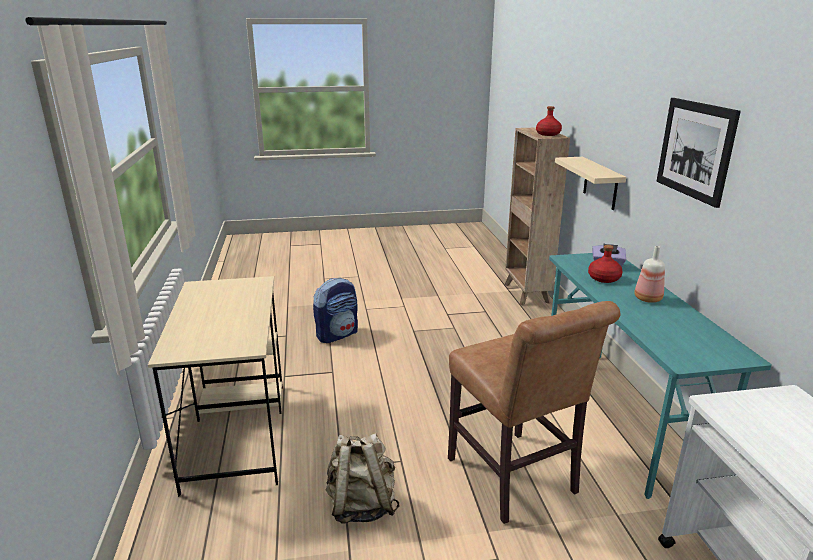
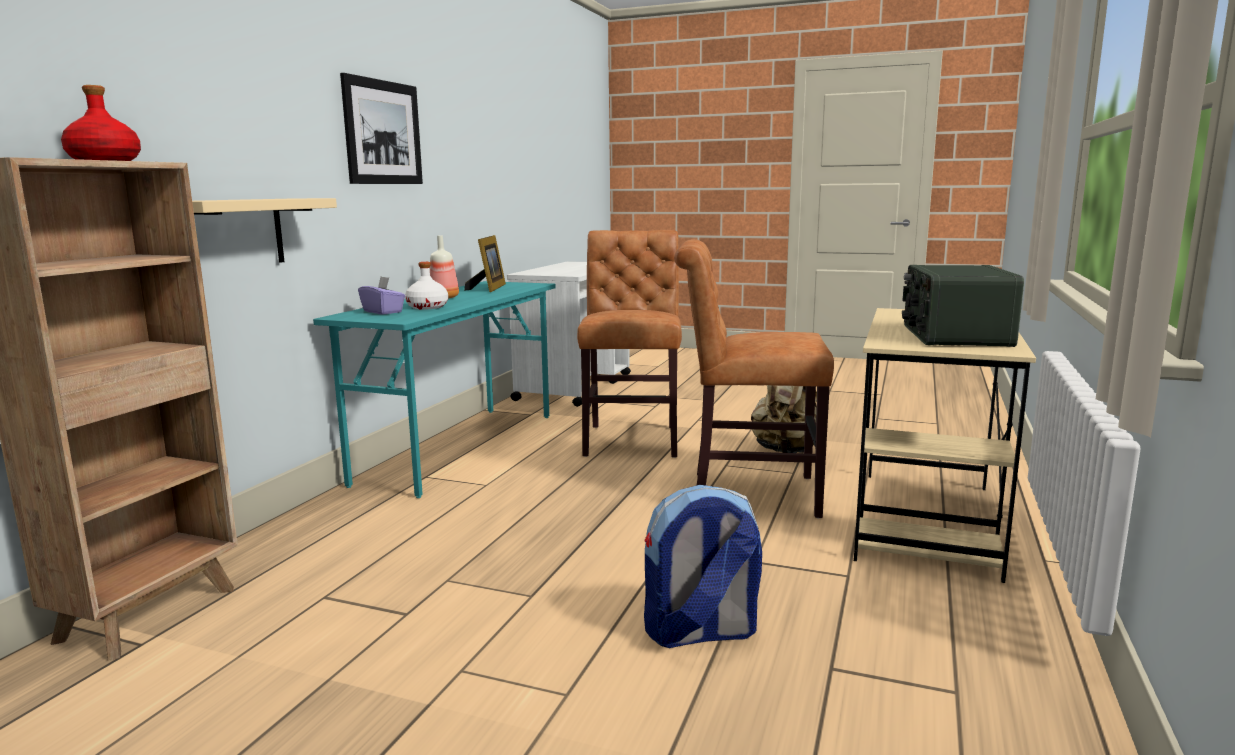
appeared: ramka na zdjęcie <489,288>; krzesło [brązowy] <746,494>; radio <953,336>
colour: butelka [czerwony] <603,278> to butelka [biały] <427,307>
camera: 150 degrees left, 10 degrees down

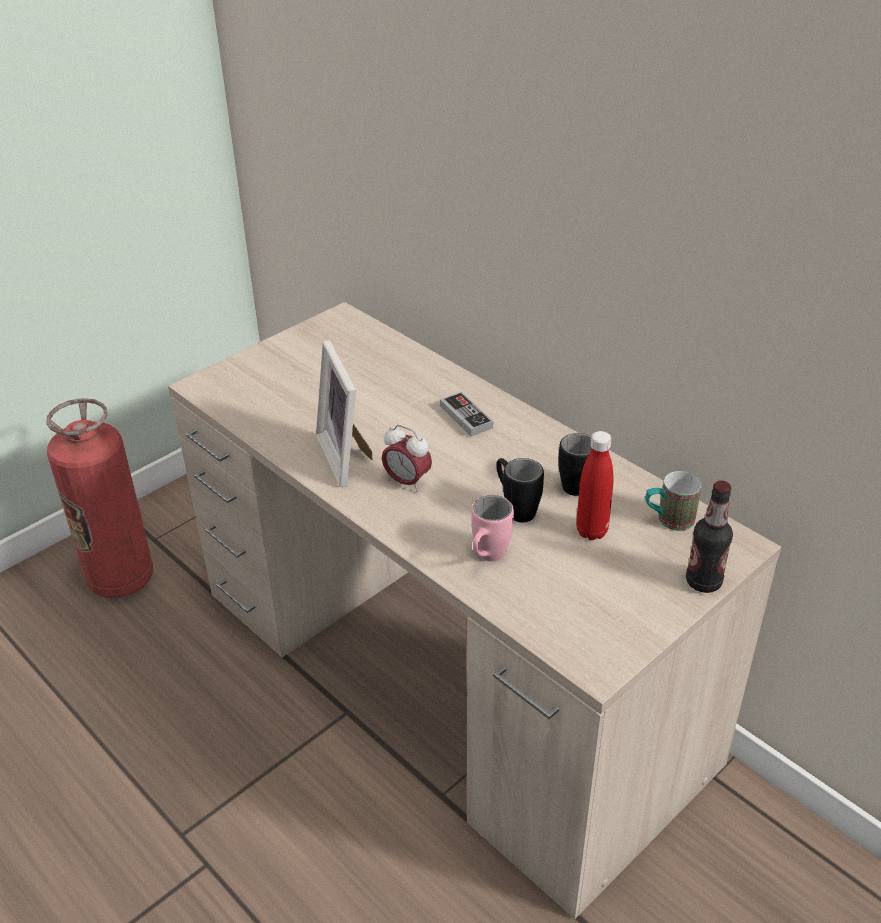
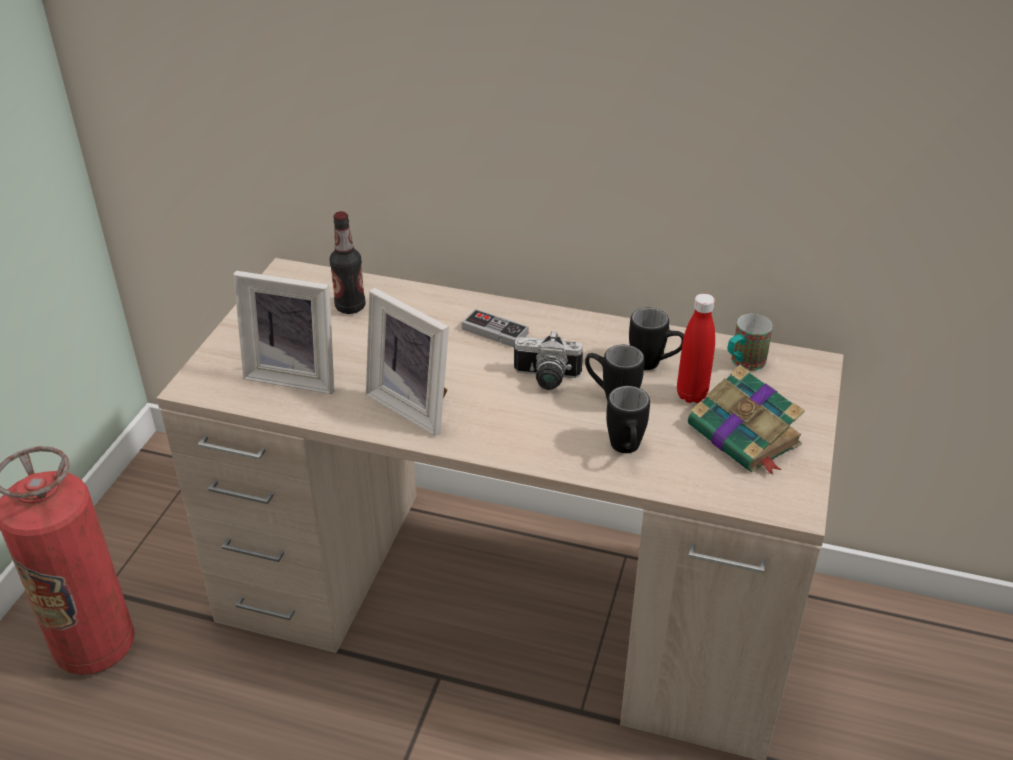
missing: budzik <407,482>
appeared: ramka na zdjęcie <295,374>; aparat fotograficzny <546,379>; książka <745,436>
relocated: butelka <703,582> to <350,307>
colour: kubek [różowy] <487,558> to kubek [czarny] <626,451>
camera: 30 degrees left, 0 degrees up

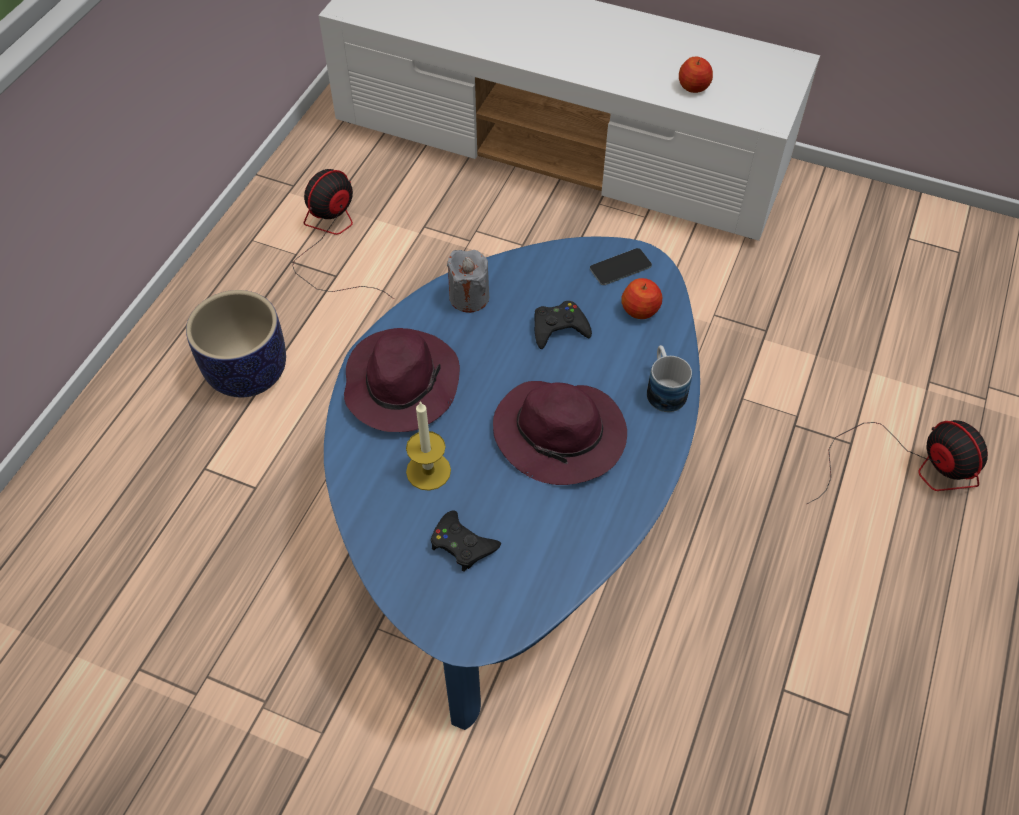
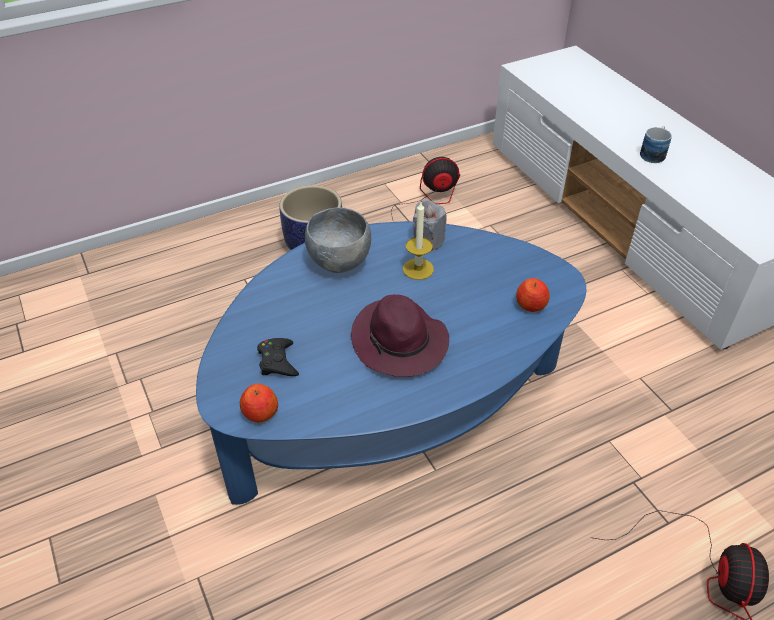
missing: pad do gier [czarny] <559,328>; telefon <620,267>
relocated: jabłko <694,87> to <260,413>; świeca <428,471> to <418,269>; kubek <663,389> to <654,153>
exchanged: kapelusz [fioletowy] <401,383> to miska [szary] <339,261>
camera: 40 degrees right, 10 degrees down

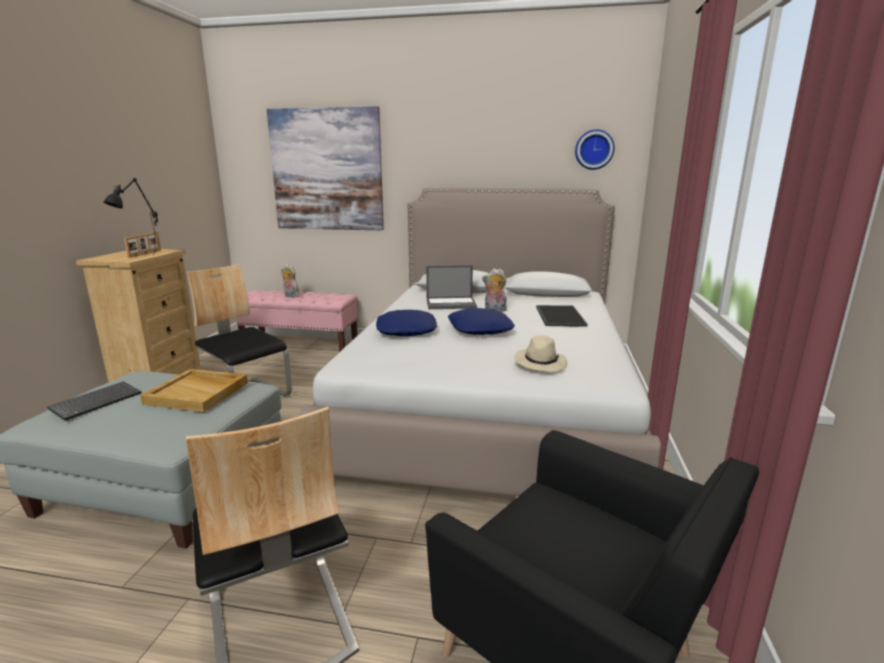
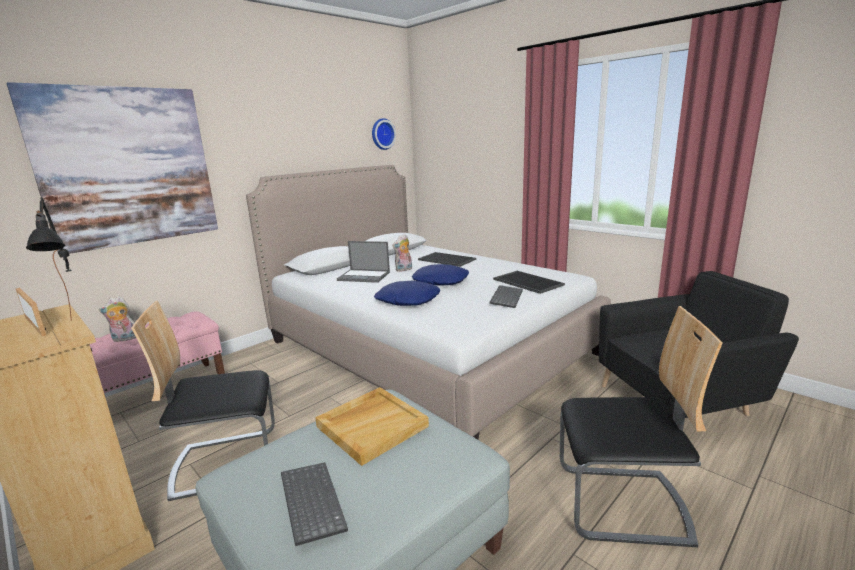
appeared: klawiatura <505,297>
exchanged: kapelusz [beżowy] <539,364> to taca <526,282>
spun: laptop <451,303> = <364,276> 75 degrees clockwise
camera: 55 degrees left, 0 degrees up

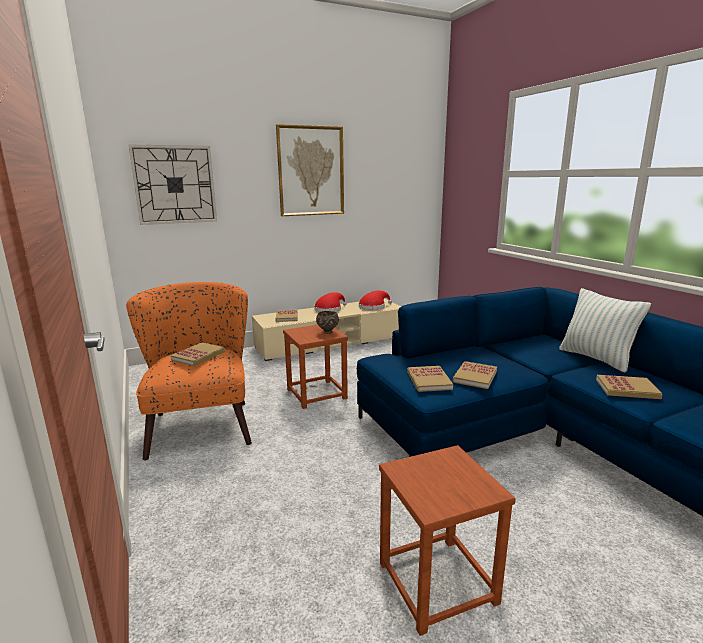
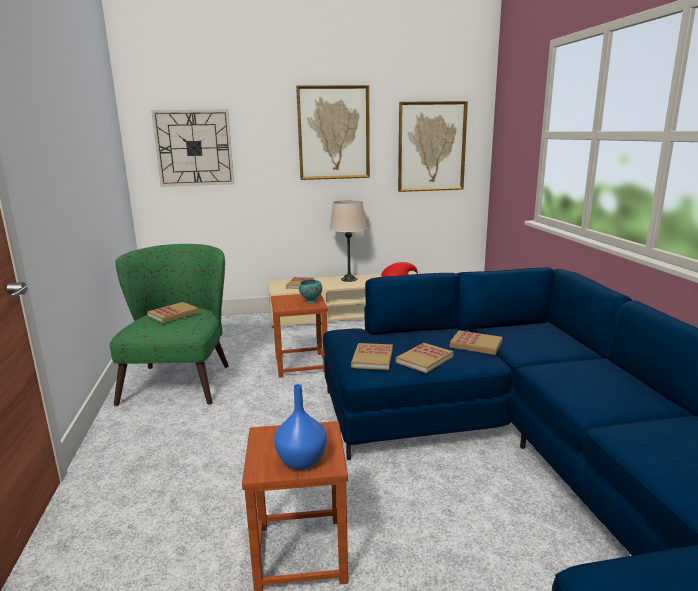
missing: poduszka <596,358>
appeared: wazon [niebieski] <301,462>; obraz <431,147>
relocated: książka <627,389> to <476,344>
exchanged: kapelusz [czerwony] <329,309> to lampa stołowa [beżowy] <349,279>
colour: fotel [pomarańczowy] <202,422> to fotel [zielony] <181,378>; miska [brązowy] <327,332> to miska [turkusowy] <310,302>
camera: 15 degrees right, 0 degrees up

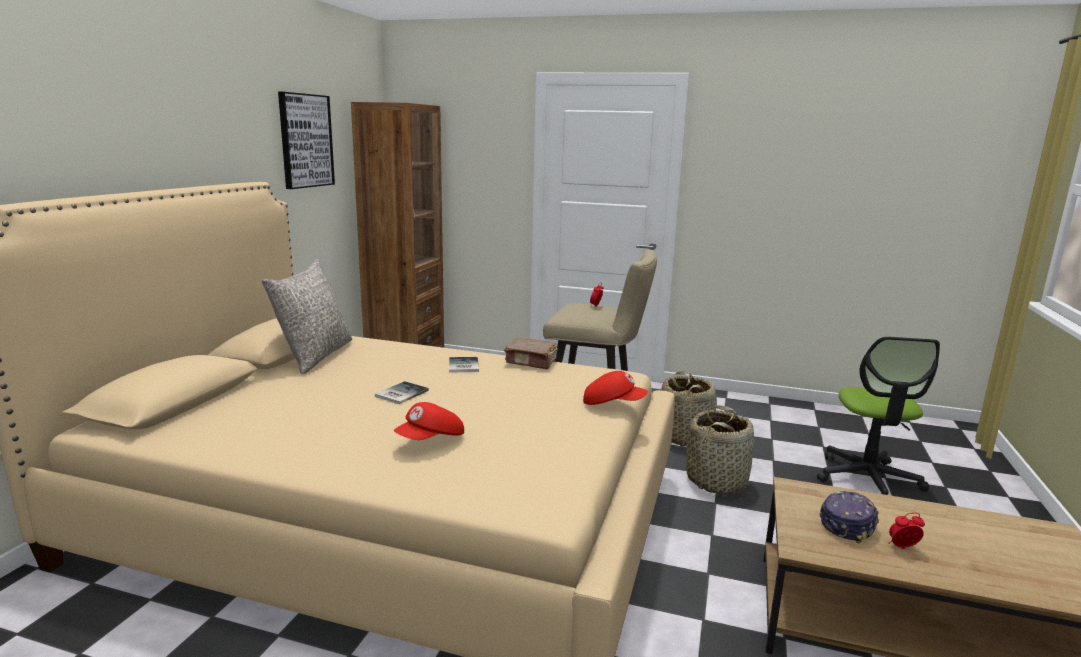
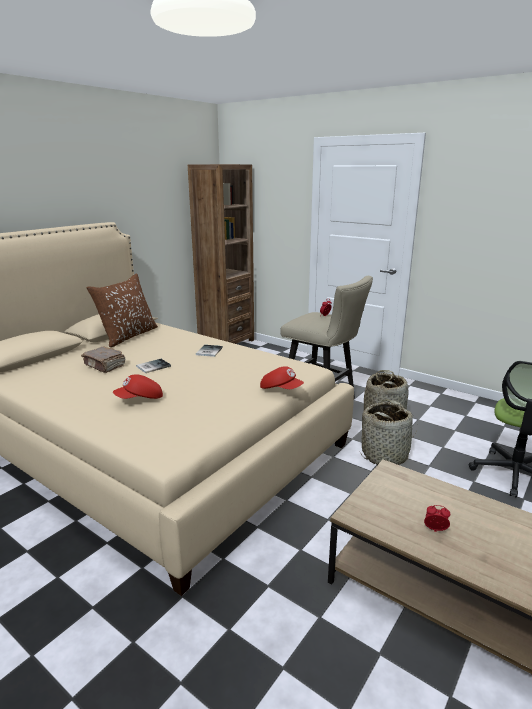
missing: obraz <305,141>; czapka z daszkiem <847,523>
relocated: książka [brązowy] <531,362> to <104,366>
colour: poduszka [szary] <315,356> to poduszka [brązowy] <128,336>
camera: 20 degrees right, 5 degrees up

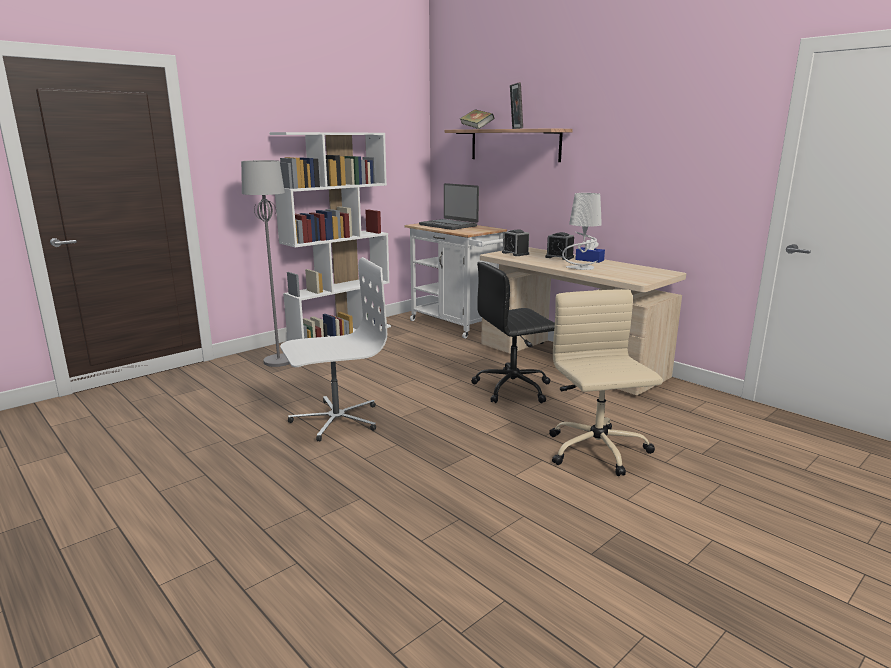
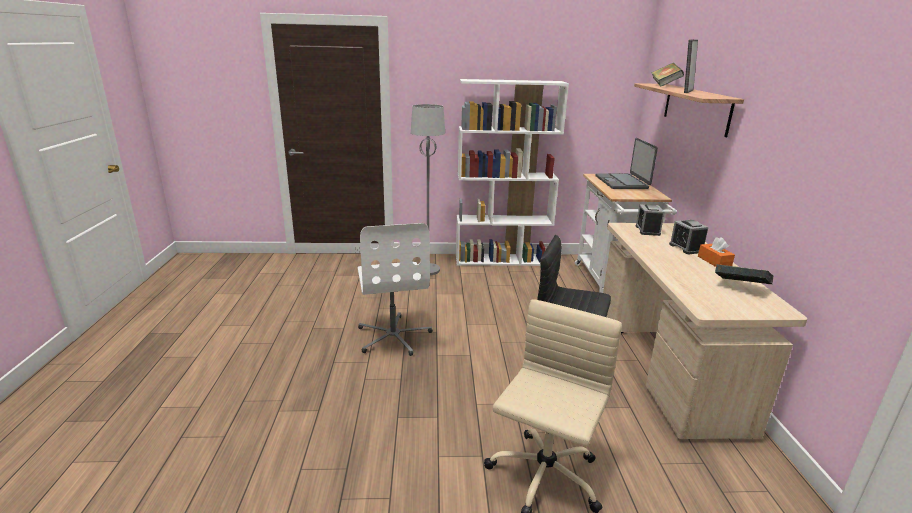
missing: lampa stołowa [szary] <580,268>
appeared: książka <740,288>
colour: pudełko chusteczek [niebieski] <589,260> to pudełko chusteczek [pomarańczowy] <714,261>
spun: krzesło biurowe [biały] <336,419> = <393,336> 60 degrees clockwise
camera: 40 degrees right, 5 degrees up

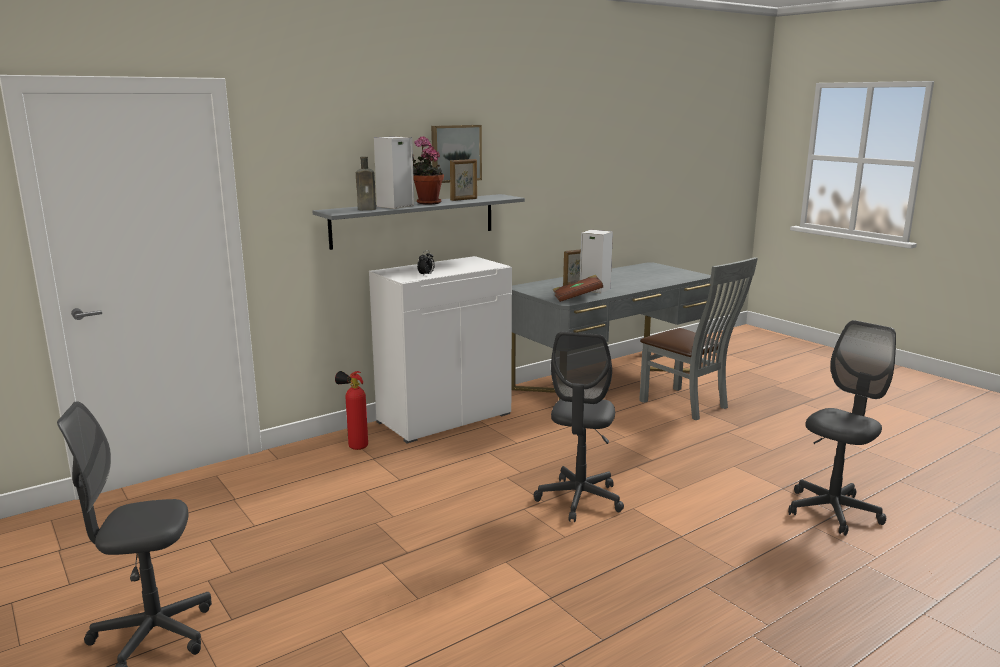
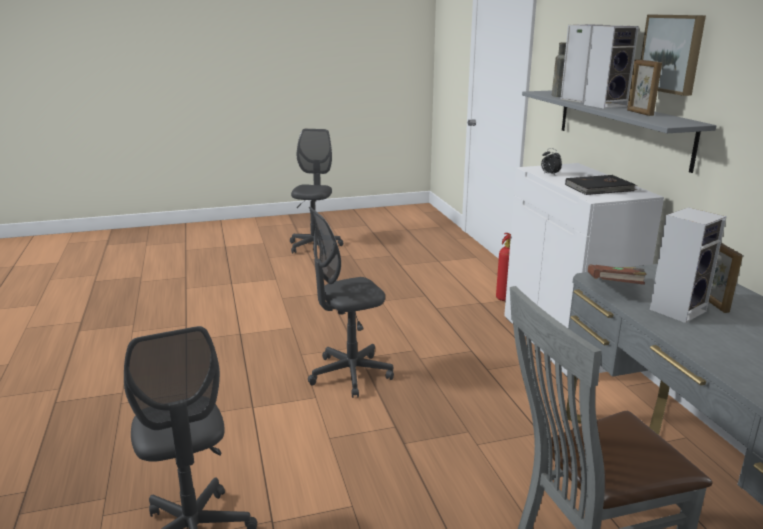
appeared: książka [czarny] <600,188>
exchanged: roślina doniczkowa <426,203> to głośnik <606,105>
spun: krzesło biurowe [szary] <579,500> = <350,374> 60 degrees counterclockwise
camera: 110 degrees right, 5 degrees up

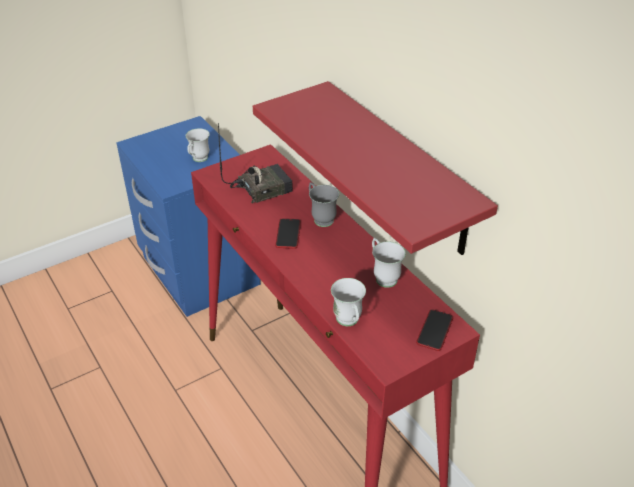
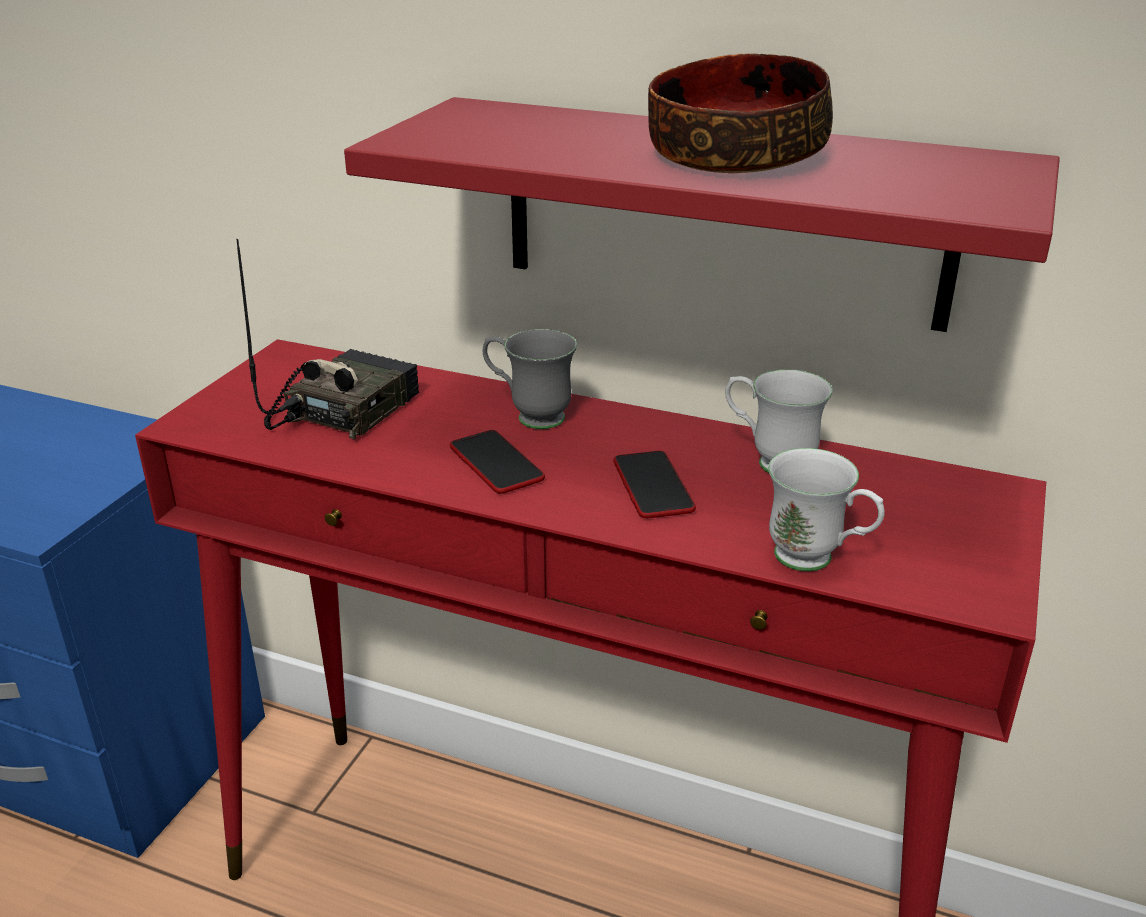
missing: kubek [biały] <198,160>
appeared: miska <734,154>
relocated: telefon <434,330> to <653,486>
camera: 35 degrees left, 10 degrees down

